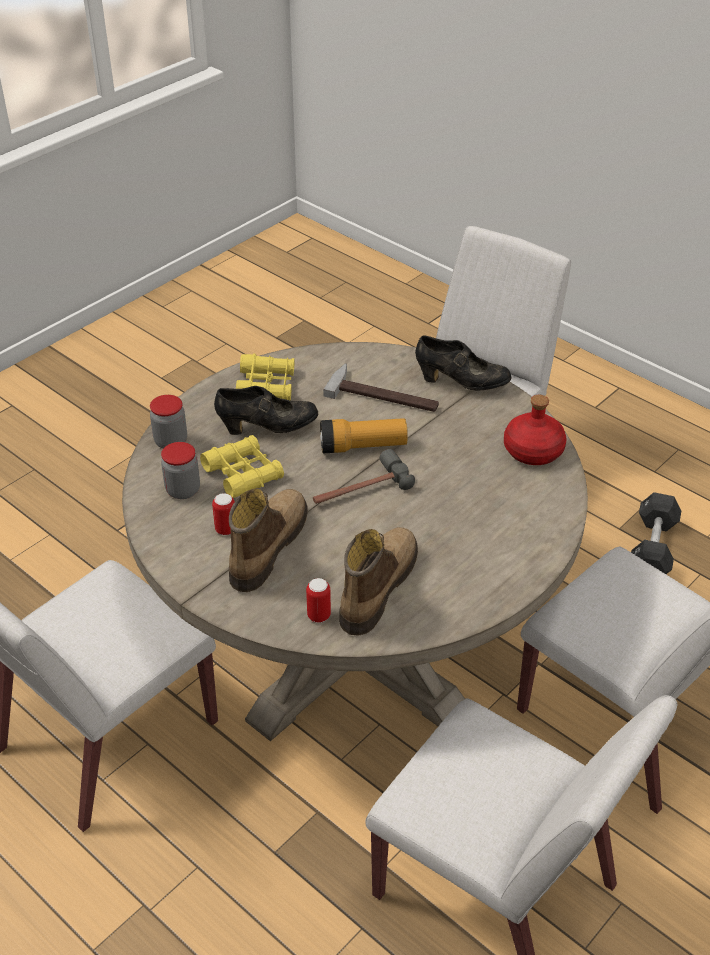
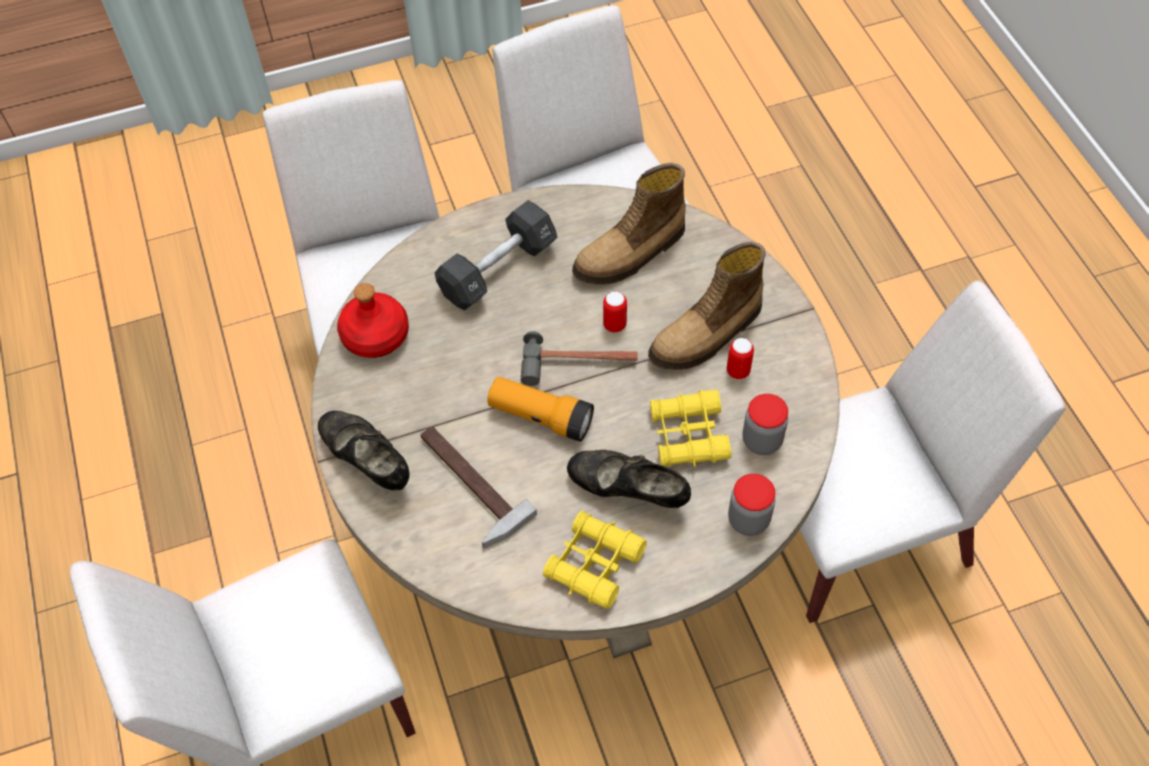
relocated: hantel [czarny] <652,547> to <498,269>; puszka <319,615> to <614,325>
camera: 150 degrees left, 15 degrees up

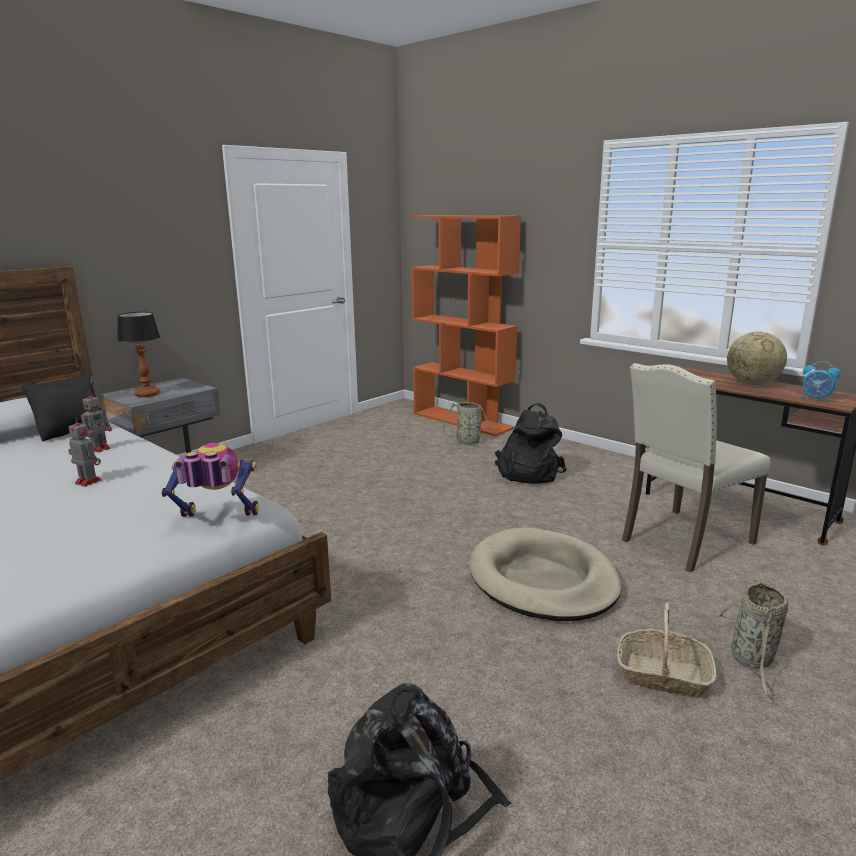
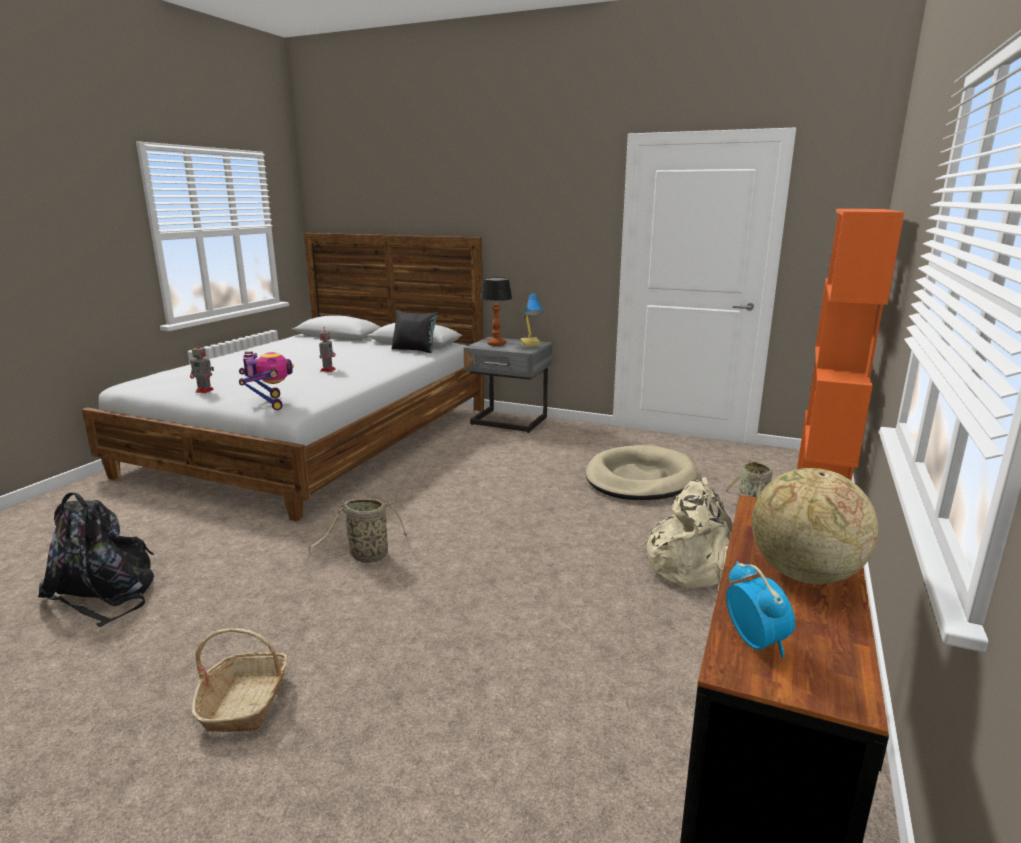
missing: krzesło [beżowy] <683,541>
appeared: lampa stołowa <531,344>
relocated: robot zabawkowy <100,448> to <205,391>; koszyk <752,660> to <366,557>; legowisko [beżowy] <543,580> to <639,479>
colour: plecak [czarny] <527,473> to plecak [beżowy] <692,567>
spun: budzik <816,399> = <755,642> 150 degrees clockwise
camera: 70 degrees right, 0 degrees up

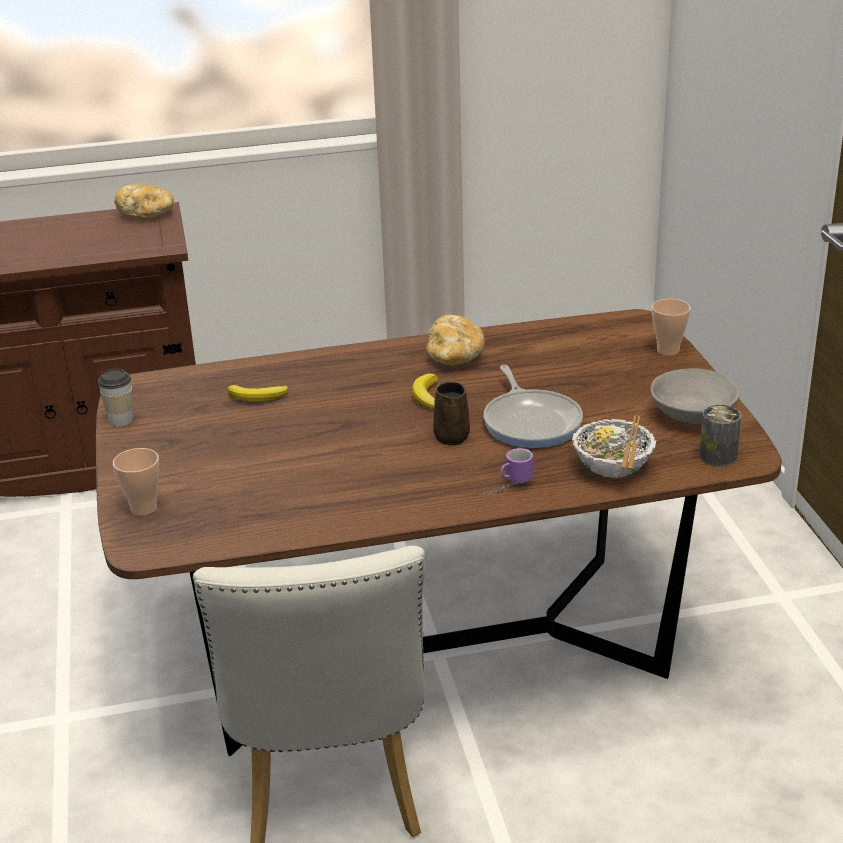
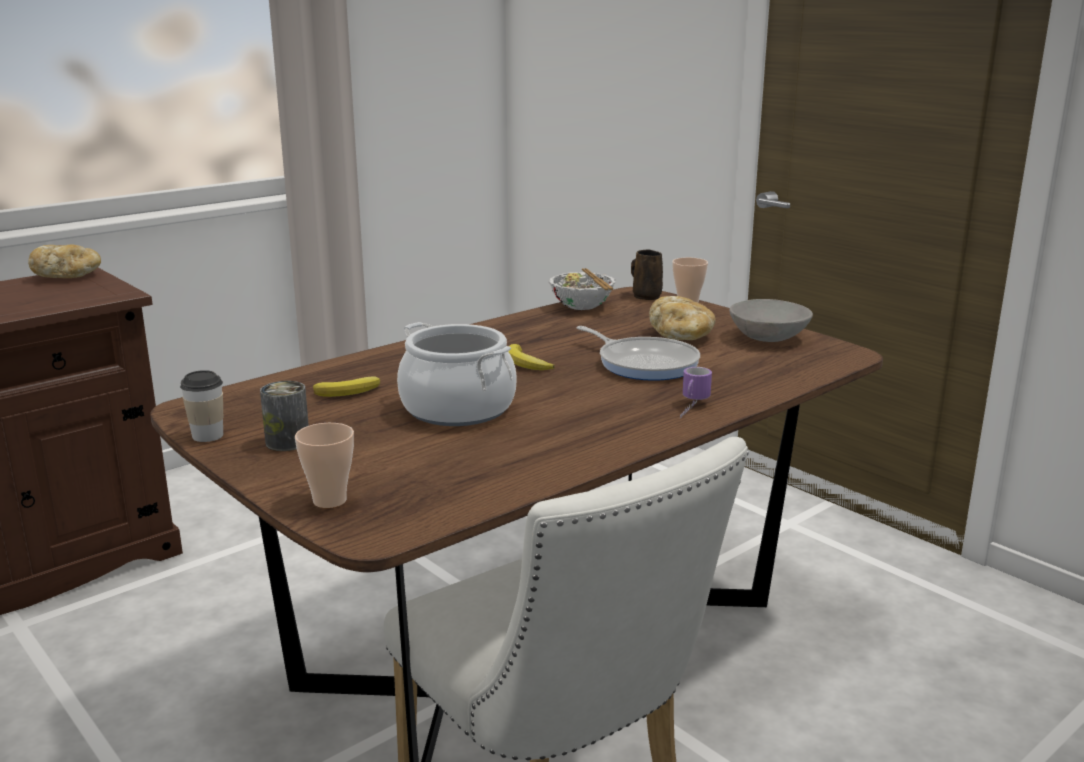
appeared: garnek <457,409>
relocated: puszka <718,456> to <287,442>; miska <613,469> to <582,306>; kubek [brązowy] <451,436> to <645,296>; chleb <454,357> to <681,336>
camera: 30 degrees left, 10 degrees down

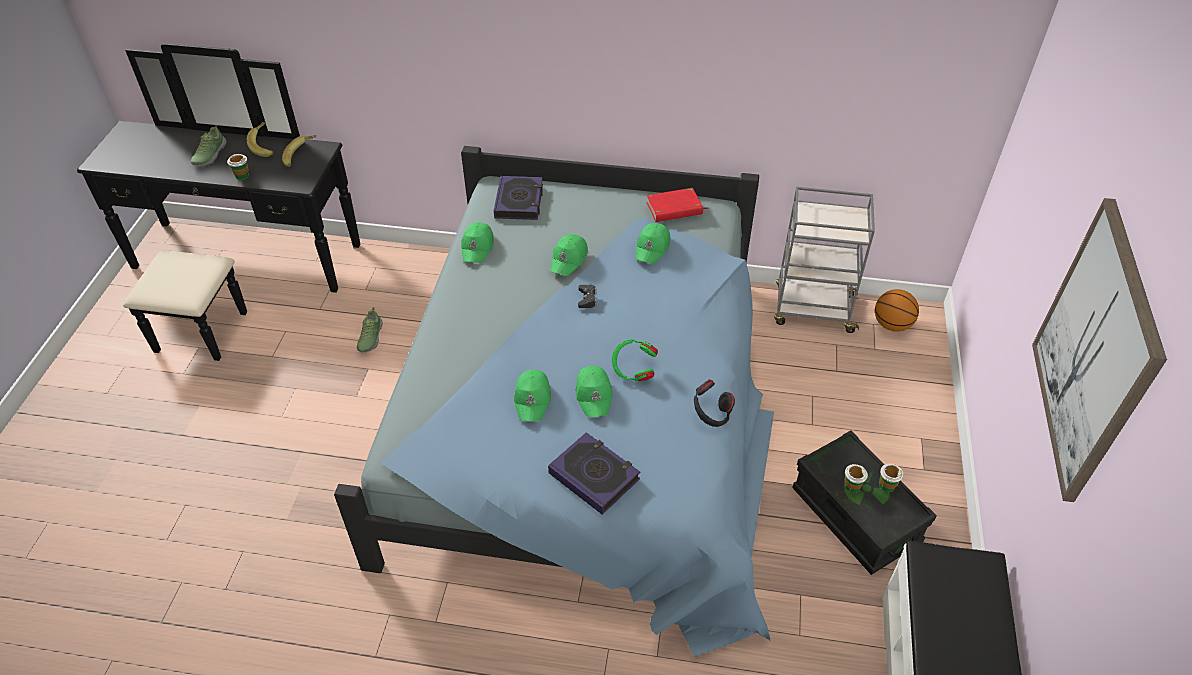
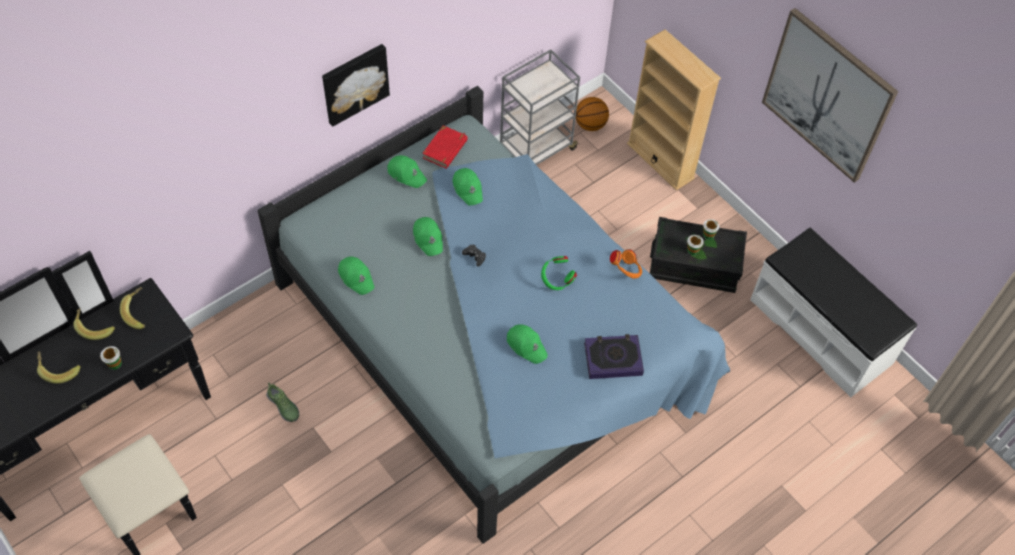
missing: książka <519,202>
appeared: obraz <354,83>; regał [beżowy] <660,161>
relocated: czapka z daszkiem [zielony] <594,395> to <406,174>
exchanged: but <209,155> to banan <59,370>
colour: słuchawki [czarny] <711,415> to słuchawki [pomarańczowy] <626,271>
camera: 50 degrees left, 10 degrees up

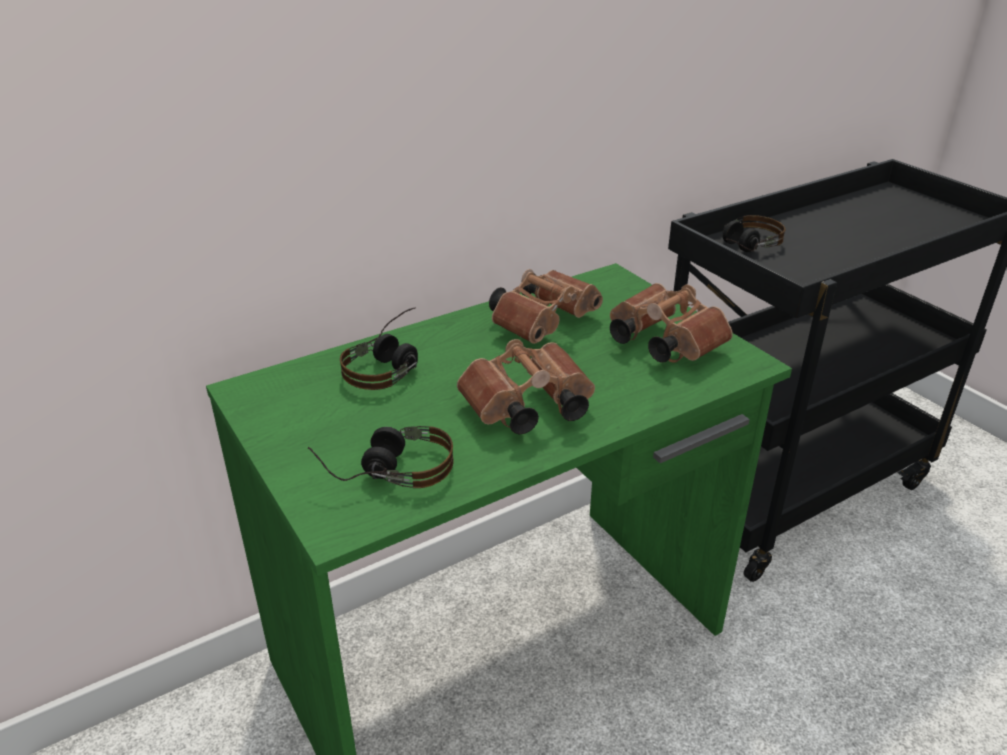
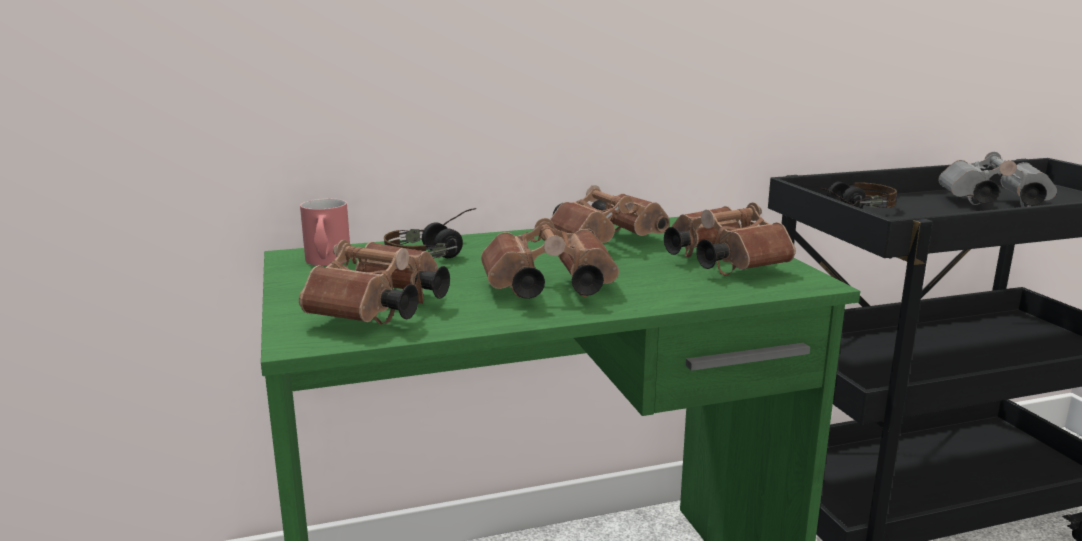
appeared: kubek [czerwony] <327,263>; lornetka [szary] <991,203>
exchanged: słuchawki <385,469> to lornetka [brązowy] <378,311>
camera: 15 degrees right, 15 degrees down

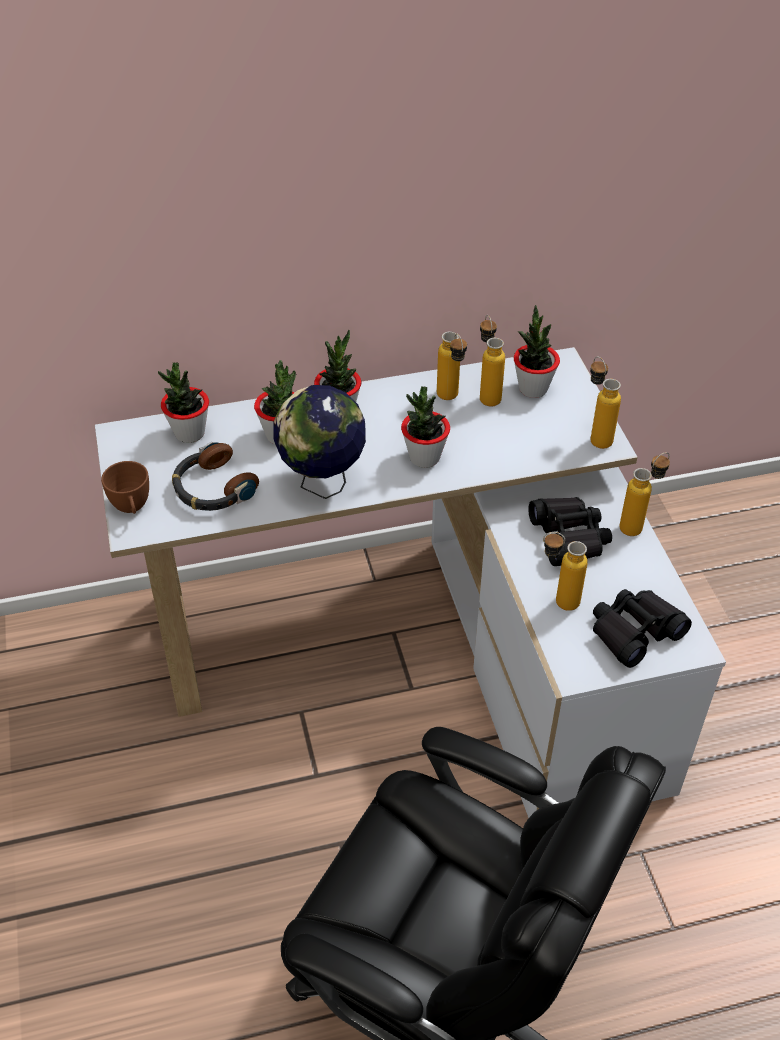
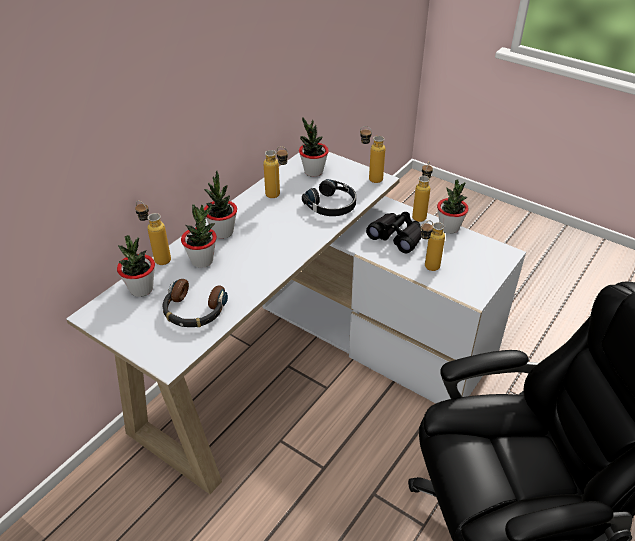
missing: filiżanka [brązowy] <132,508>; globus <322,483>; lornetka [czarny] <634,632>
appeared: słuchawki [czarny] <331,205>
relocated: butelka <487,394> to <157,258>; roślina doniczkowa <424,457> to <449,228>
camera: 40 degrees left, 5 degrees down

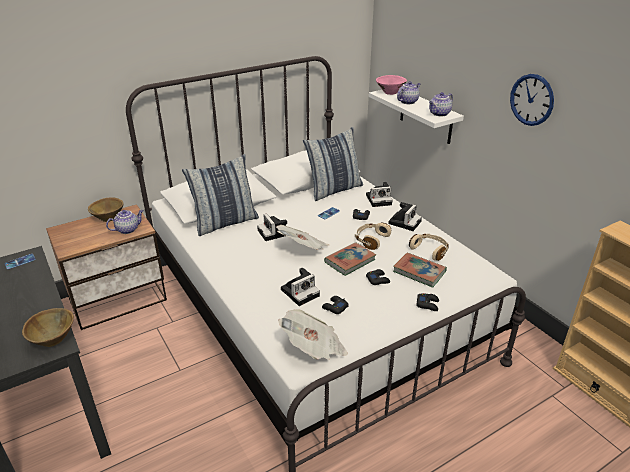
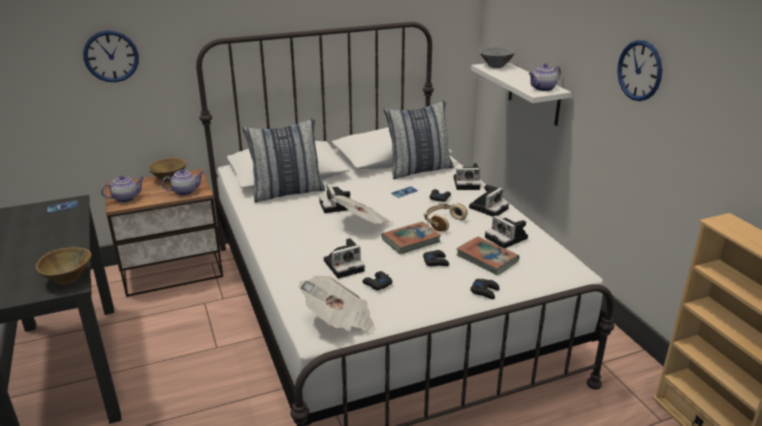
appeared: zegar ścienny <111,56>
relocated: imbryk <407,101> to <126,198>
exchanged: słuchawki [beżowy] <430,250> to aparat fotograficzny <507,238>
colour: miska [różowy] <390,92> to miska [szary] <496,66>
camera: 10 degrees right, 5 degrees down

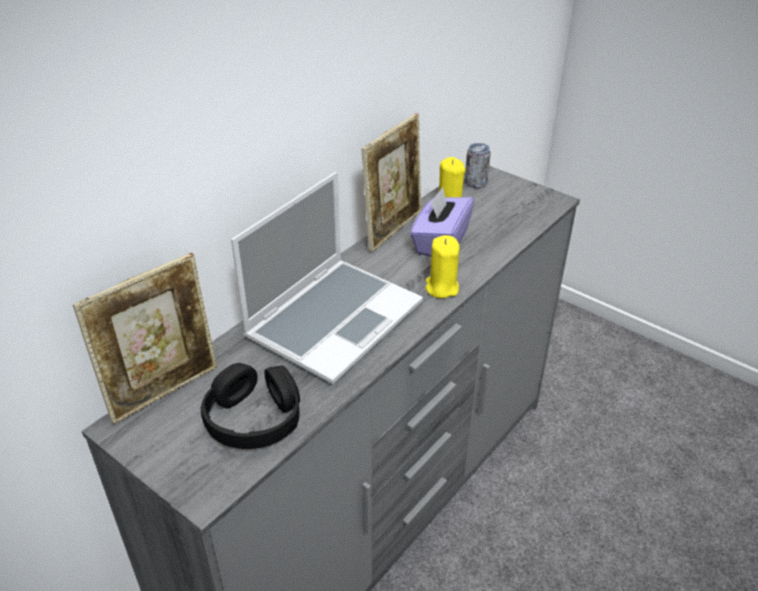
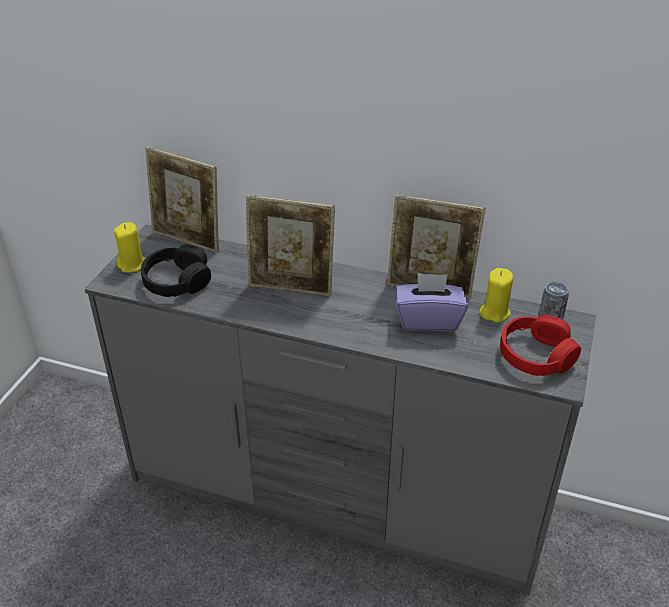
appeared: słuchawki [czerwony] <536,355>
relocated: świeca [żółty] <441,287> to <132,264>
exchanged: laptop <334,319> to ramka na zdjęcie <291,288>
camera: 70 degrees right, 0 degrees up

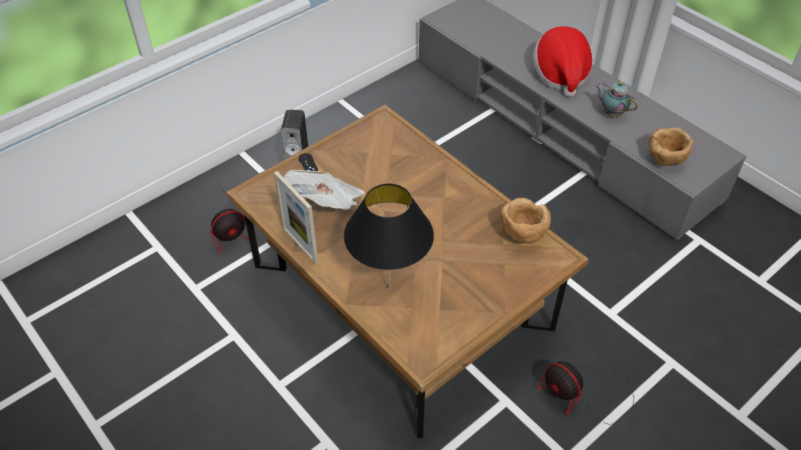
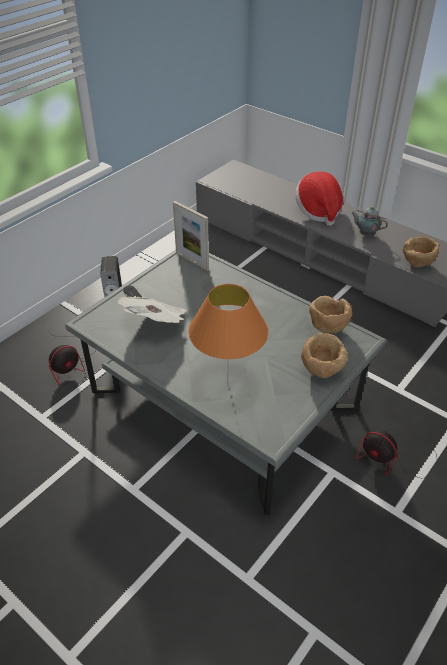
appeared: miska [brązowy] <322,370>
relocated: ramka na zdjęcie <300,245> to <192,261>
colour: ława [brązowy] <400,296> to ława [szary] <223,399>; lampa stołowa [czarny] <389,291> to lampa stołowa [pomarańczowy] <227,386>
camera: 10 degrees left, 5 degrees down

